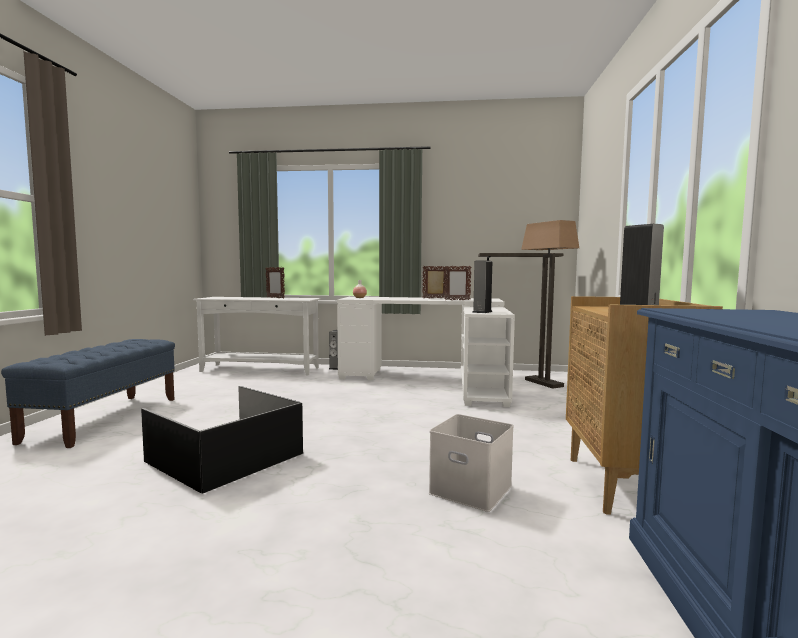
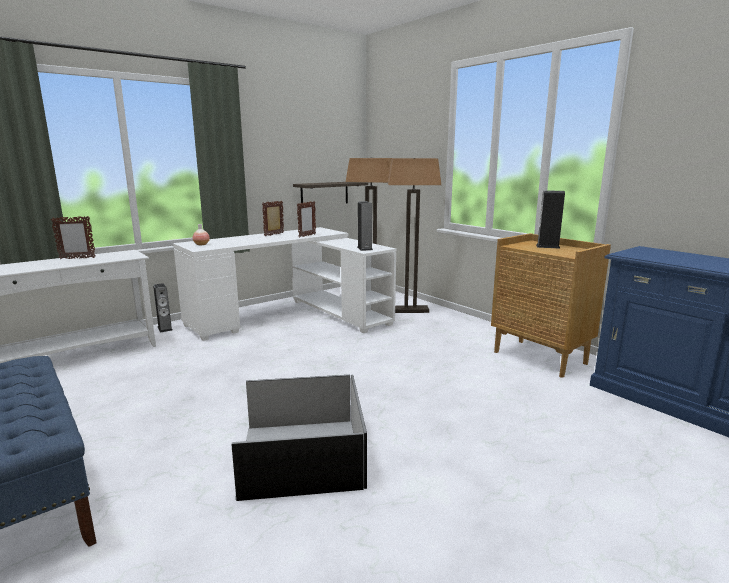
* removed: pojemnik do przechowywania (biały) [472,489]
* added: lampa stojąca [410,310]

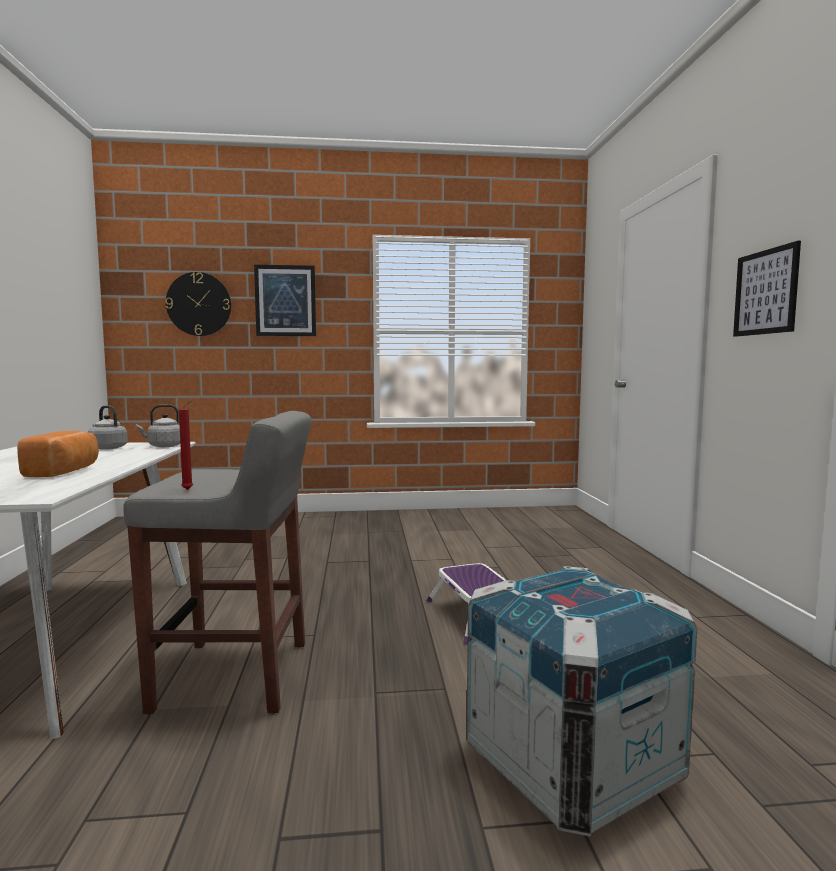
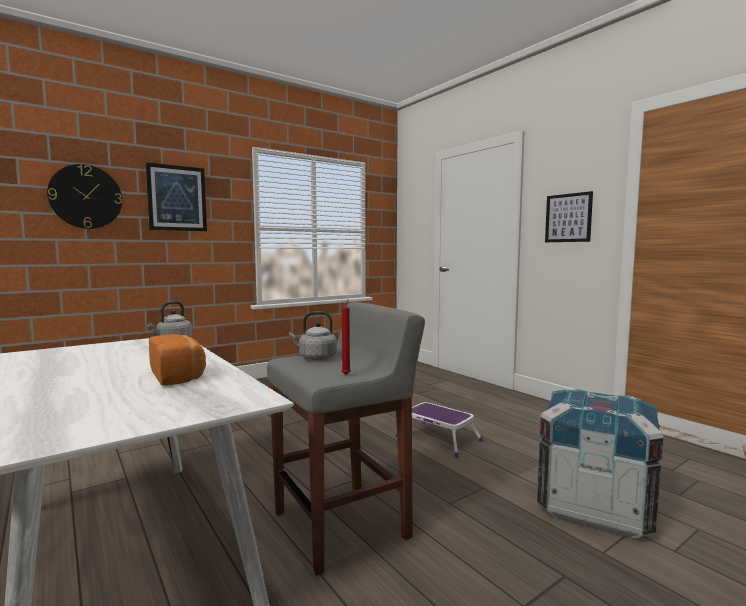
* moved: czajnik (szary) [107,448] to [315,358]

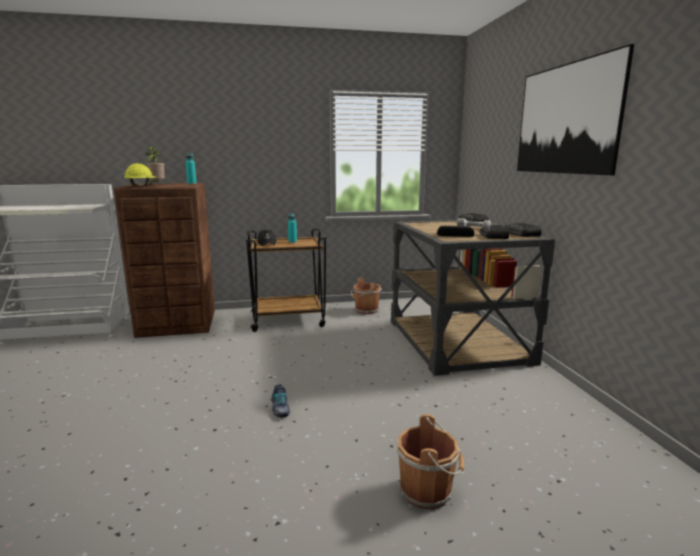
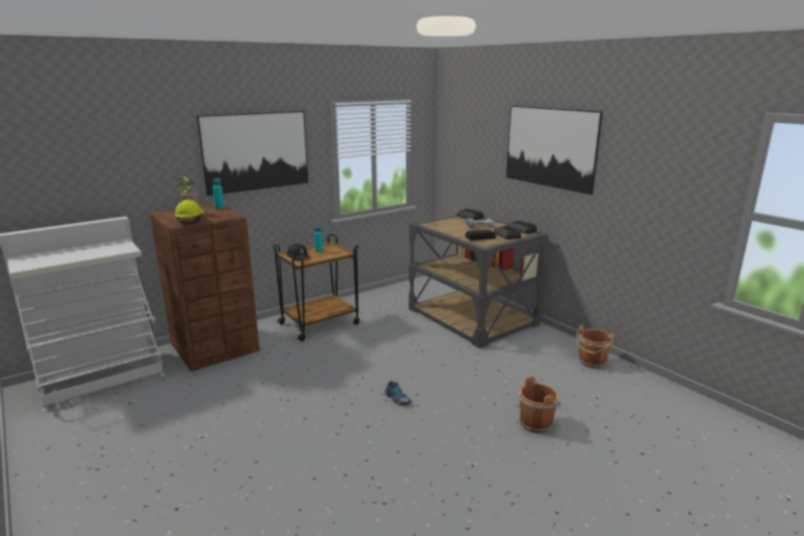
* moved: wiadro (brązowy) [365,310] to [592,362]
* added: obraz [256,151]

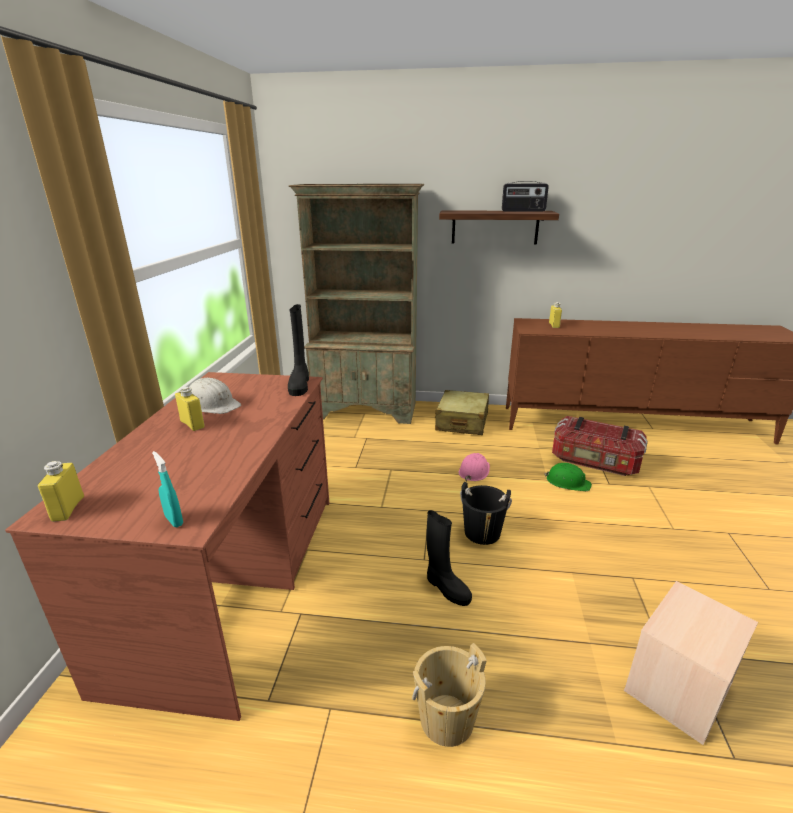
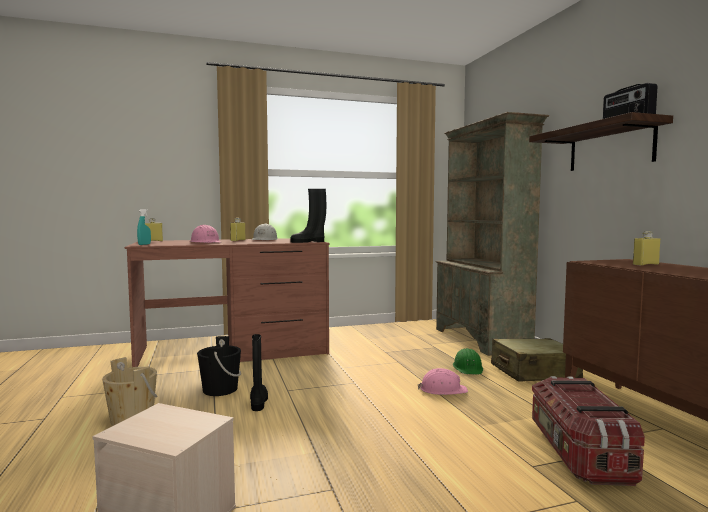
* turned: but z cholewką (czarny) [446,588] = [258,402] 150 degrees clockwise
* moved: wiadro (czarny) [482,533] to [220,389]
* moved: kask (zielony) [567,482] to [468,368]
* added: kask (różowy) [206,242]

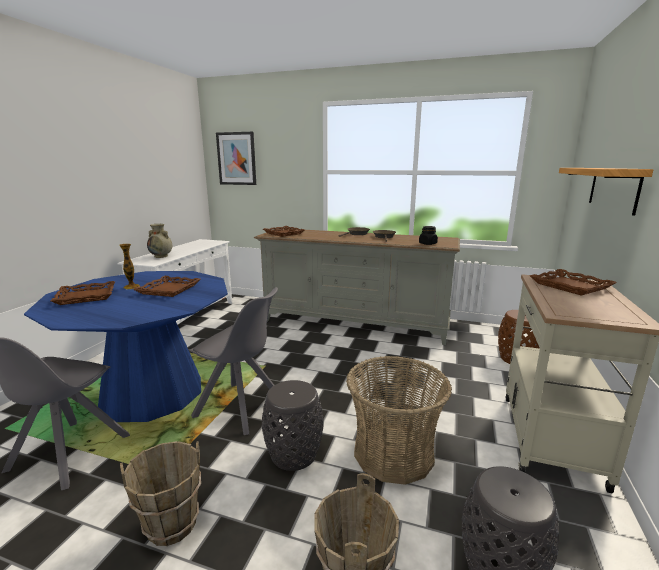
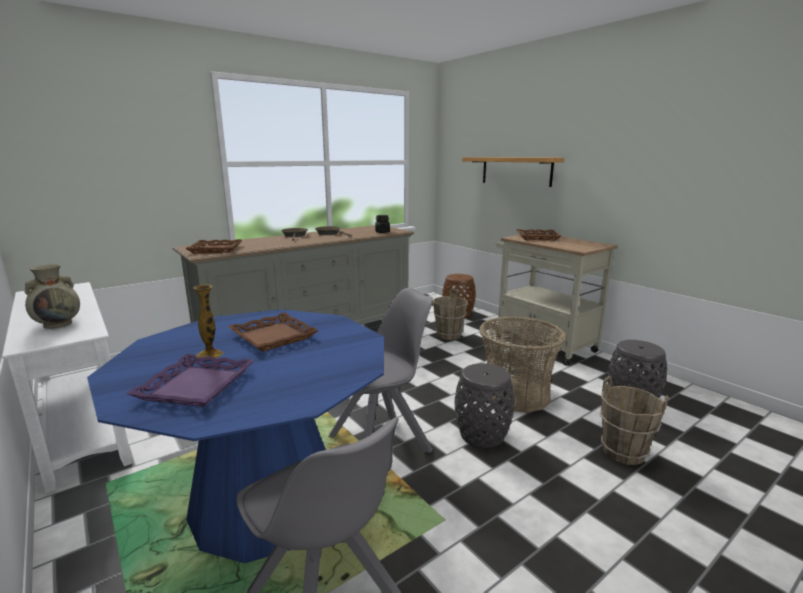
* recoloured: taca (brązowy) [86,296] to taca (fioletowy) [195,386]
* moved: wiadro (brązowy) [171,523] to [448,335]
* removed: obraz [236,158]

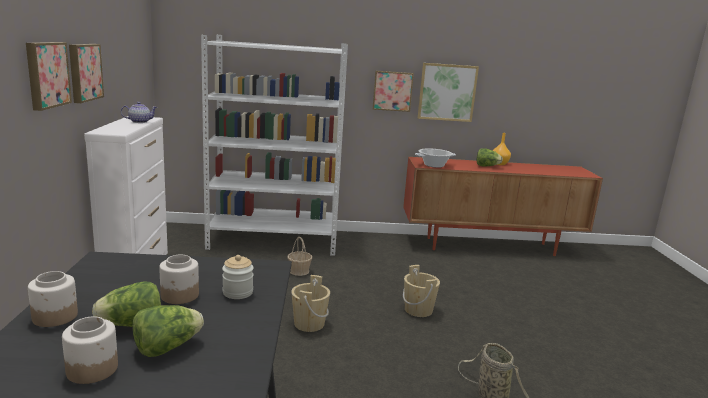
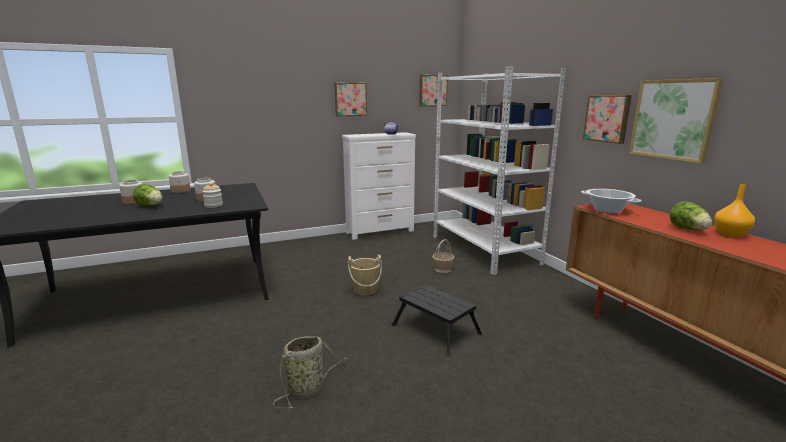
* moved: obraz [46,74] to [432,90]
* removed: sałata [131,325]
* replaced: wiadro (beżowy) [418,310] to drabinka (czarny) [436,329]

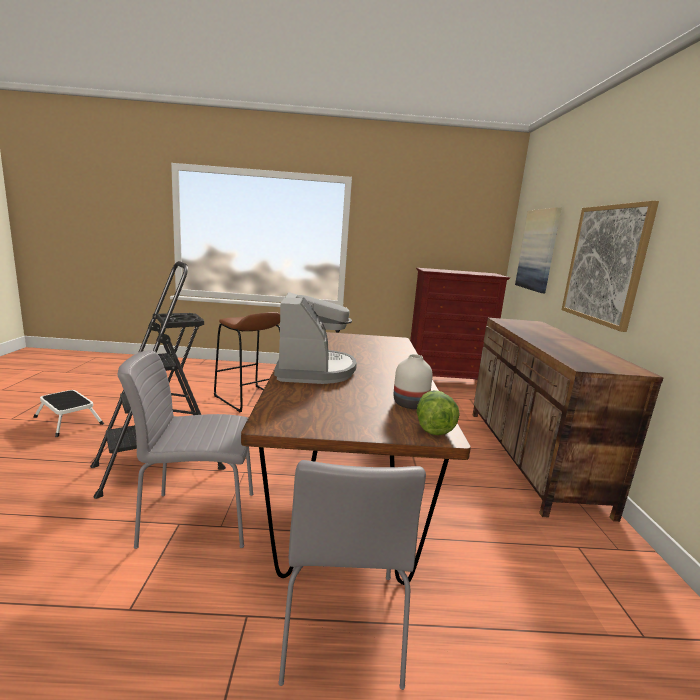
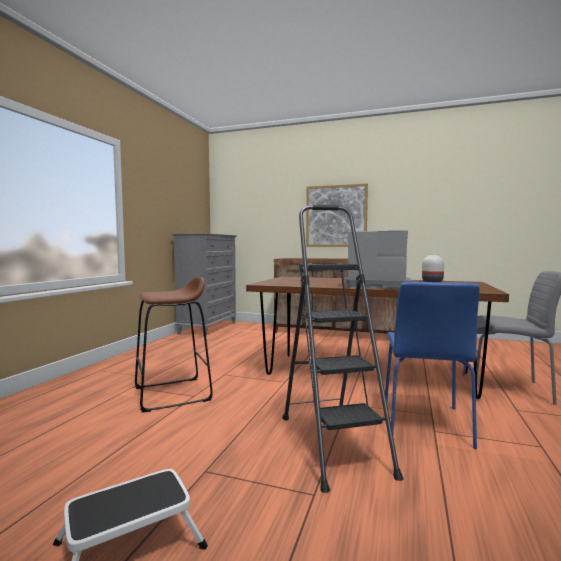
* recoloured: krzesło (szary) [194,519] to krzesło (niebieski) [425,424]
* recoloured: komoda (czerwony) [446,382] to komoda (szary) [208,328]
* removed: sałata [433,427]
* removed: obraz [538,250]

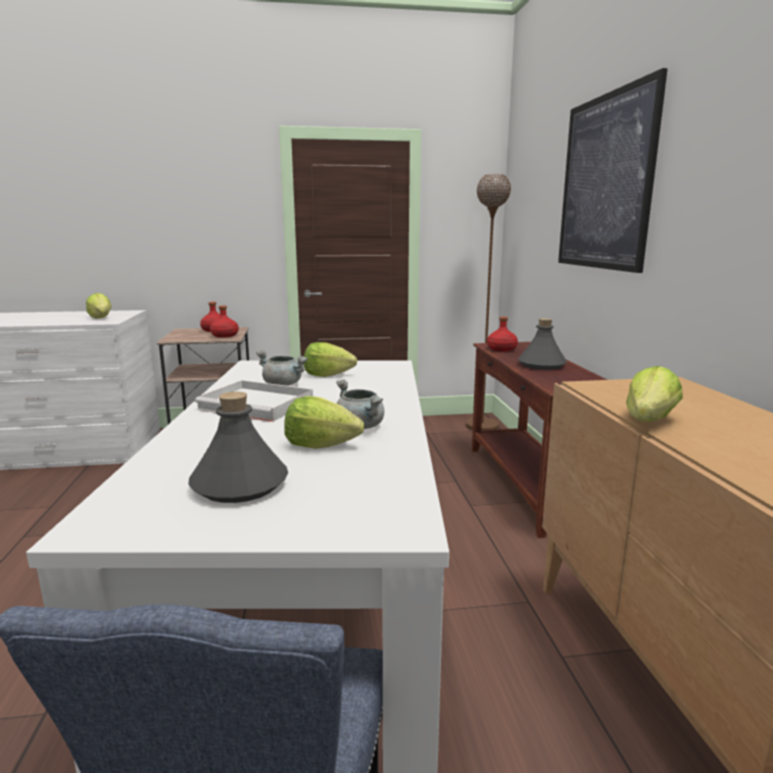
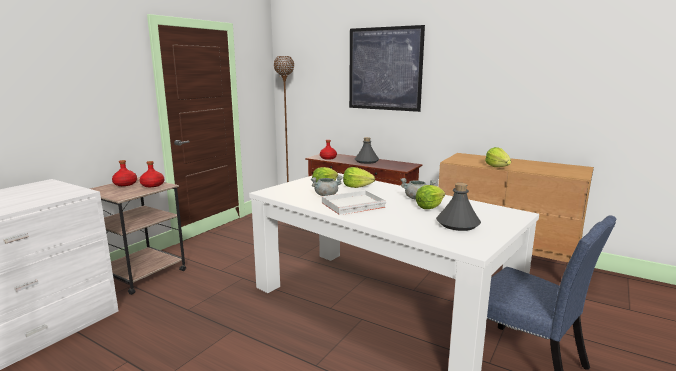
* moved: sałata [101,318] to [357,186]

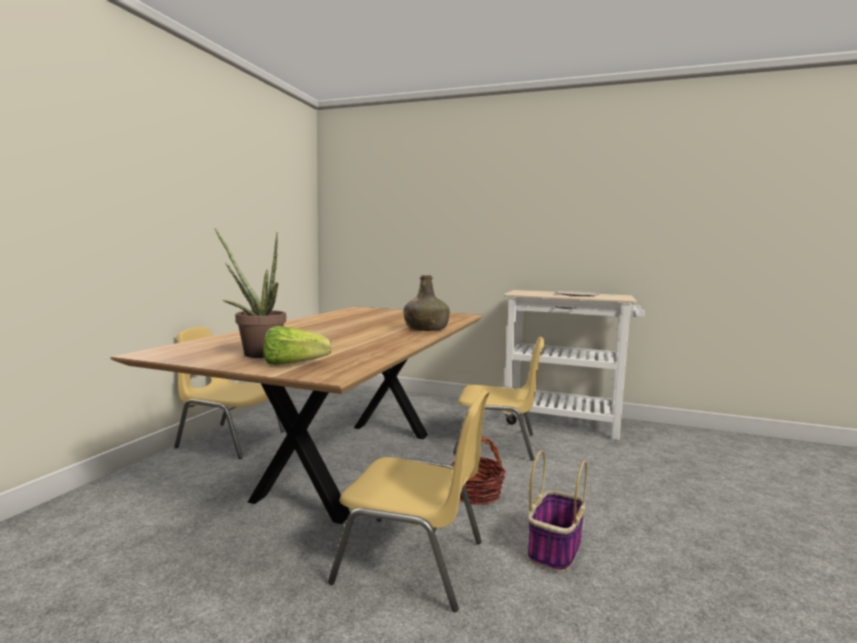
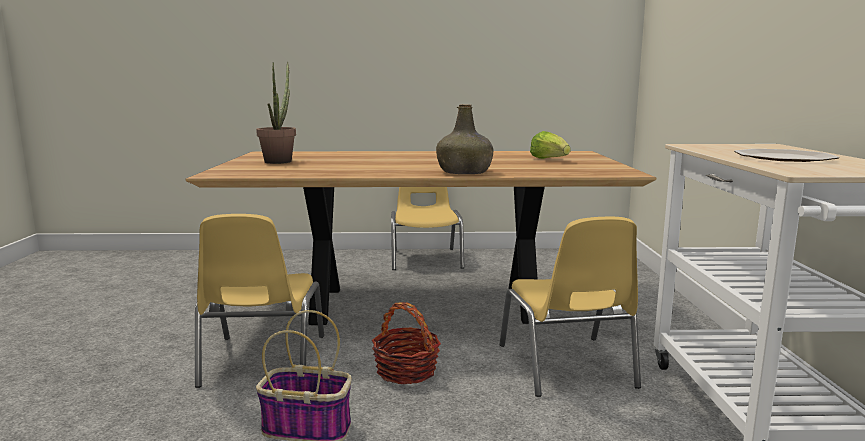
* moved: sałata [293,364] to [549,159]

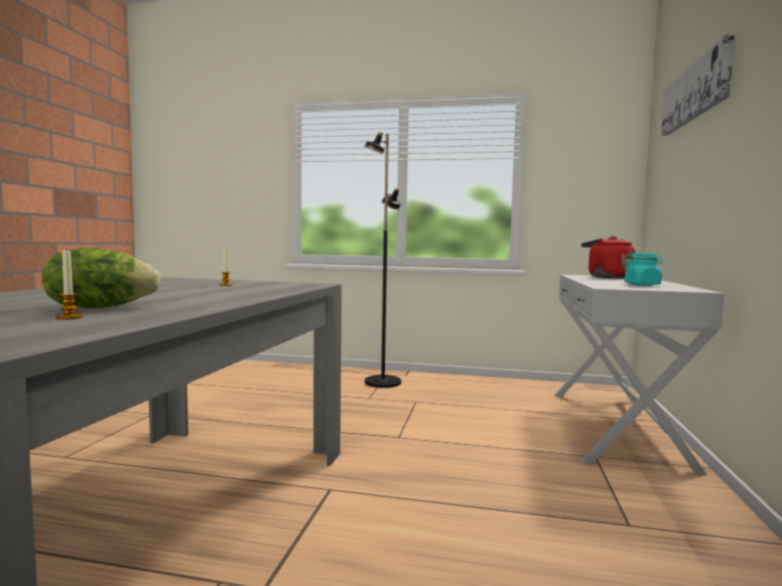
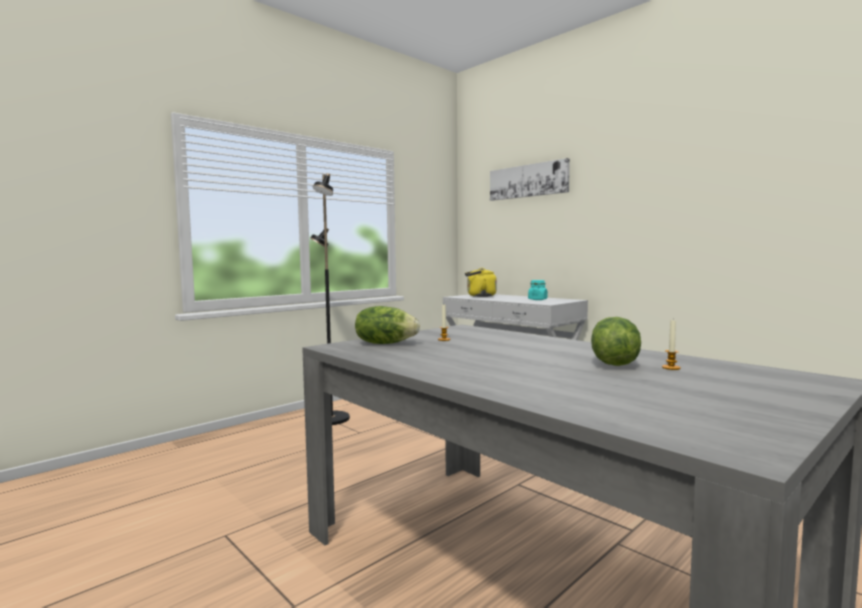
* recoloured: czajnik (czerwony) [606,277] to czajnik (żółty) [479,296]
* added: sałata [385,343]

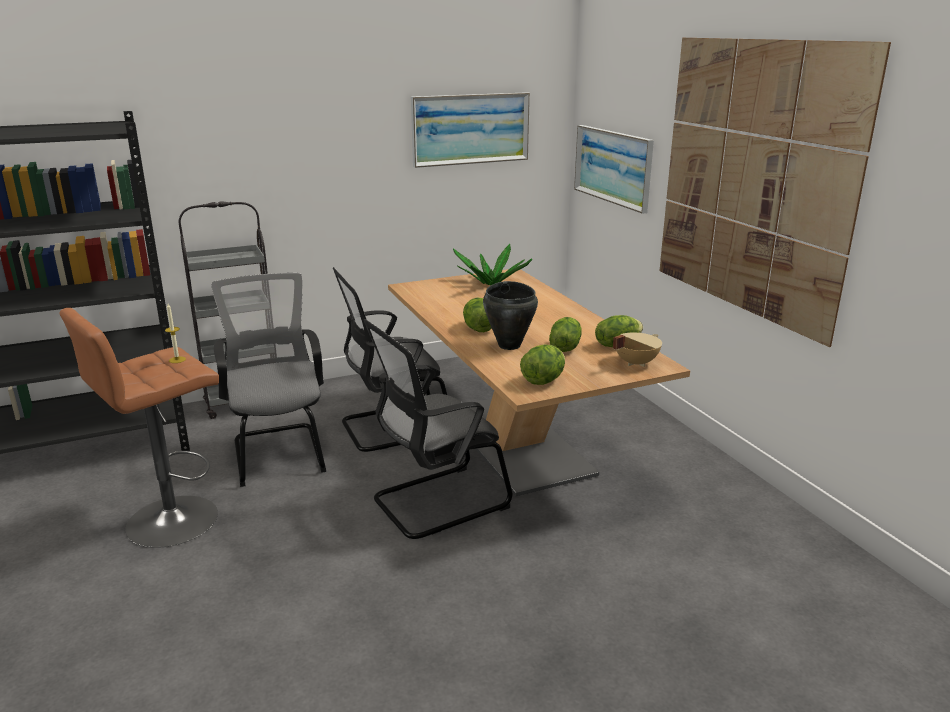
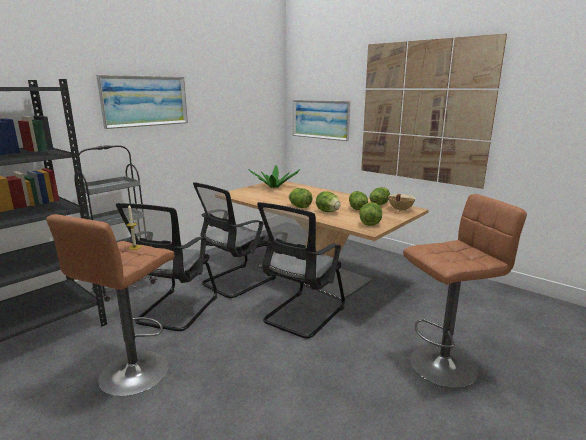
* turned: krzesło [279,452] = [175,311] 120 degrees counterclockwise
* moved: obraz [470,129] to [145,101]
* replaced: garnek (czarny) [509,345] to sałata [328,211]
* added: stołek (brązowy) [444,365]

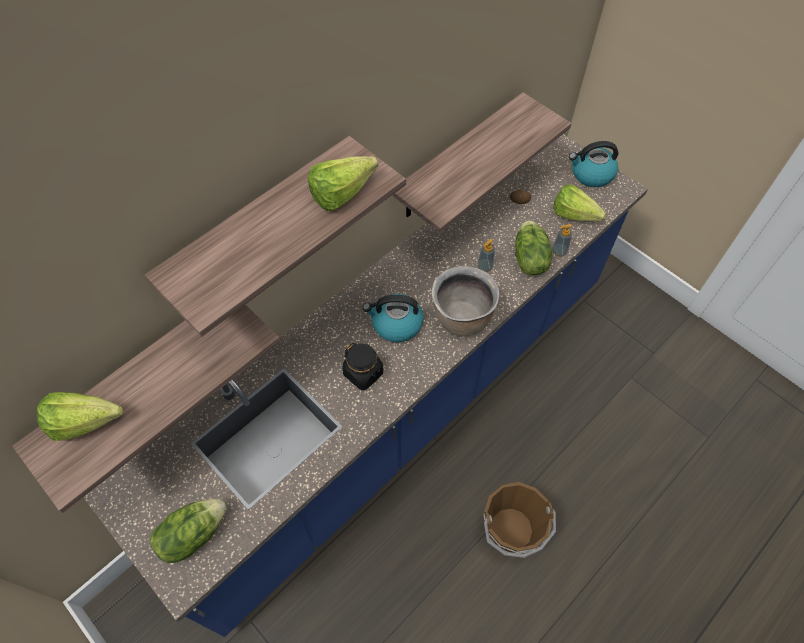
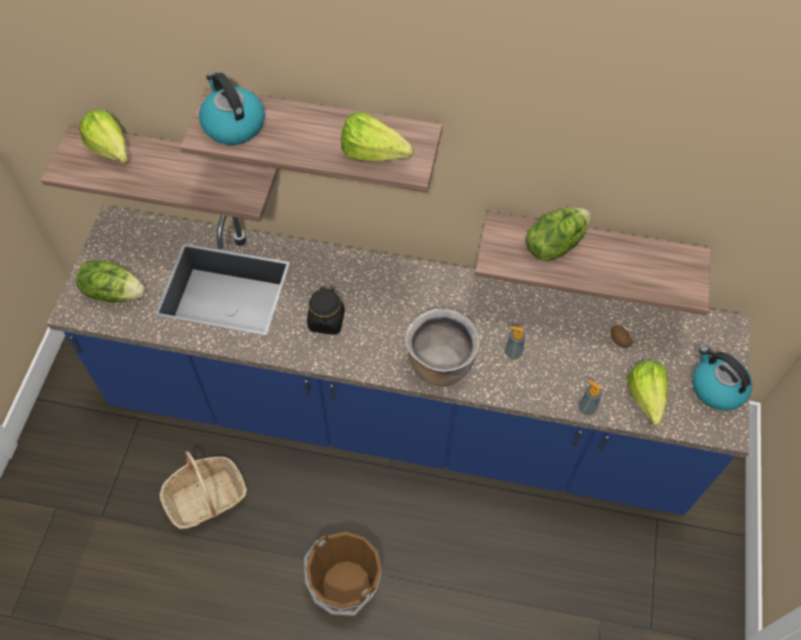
* moved: czajnik [396,324] to [233,125]
* moved: sałata [528,259] to [554,244]
* added: koszyk [206,498]

